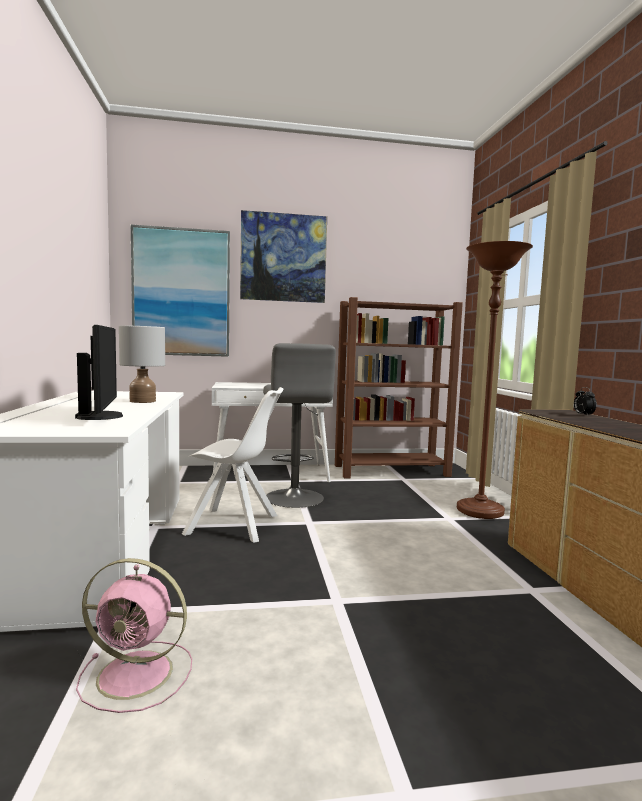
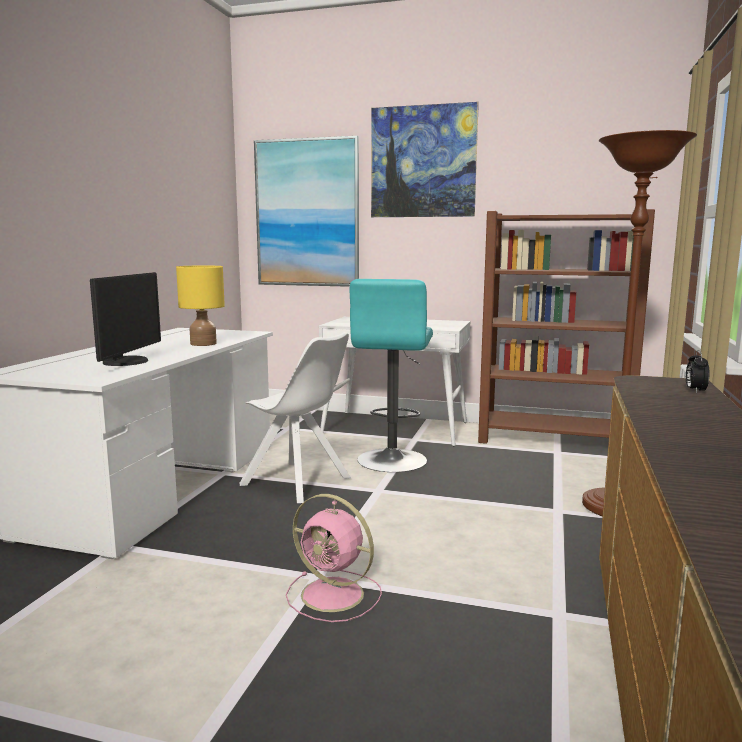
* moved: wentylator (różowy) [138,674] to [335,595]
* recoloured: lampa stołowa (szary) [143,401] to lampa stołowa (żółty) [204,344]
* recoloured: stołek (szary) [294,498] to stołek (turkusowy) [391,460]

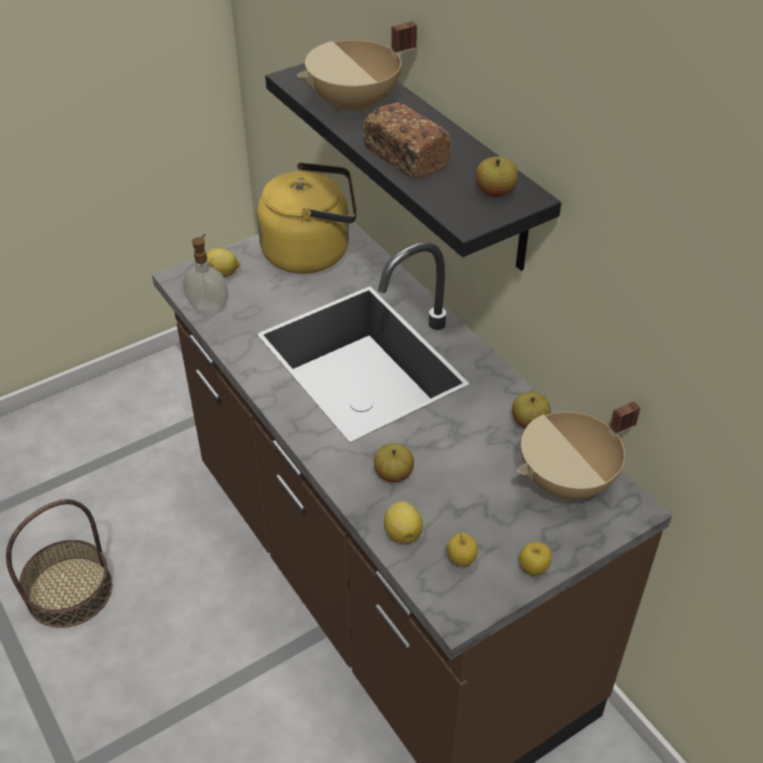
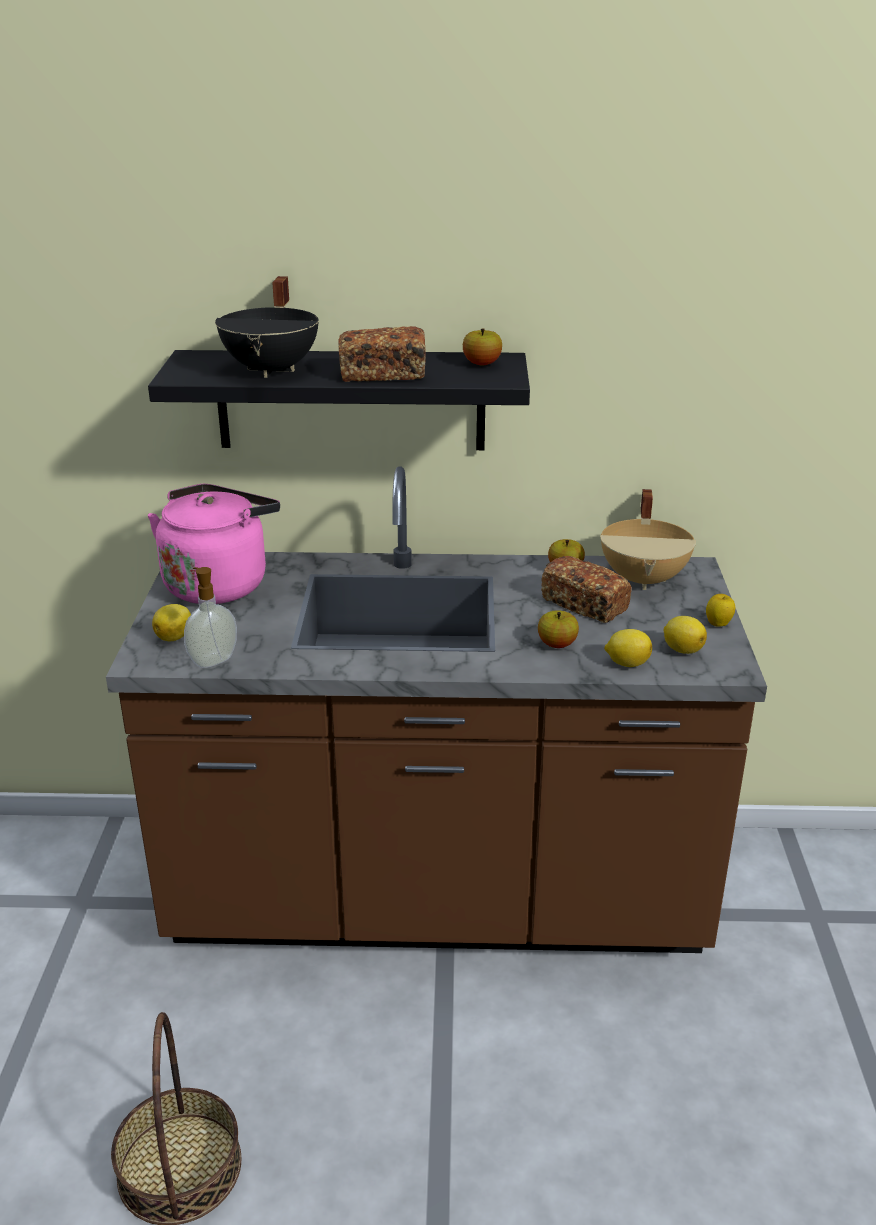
* recoloured: czajnik (żółty) [312,252] to czajnik (różowy) [219,583]
* recoloured: garnek (beżowy) [355,106] to garnek (czarny) [273,370]
* replaced: jabłko [461,561] to cytryna [682,649]
* added: chleb [585,605]

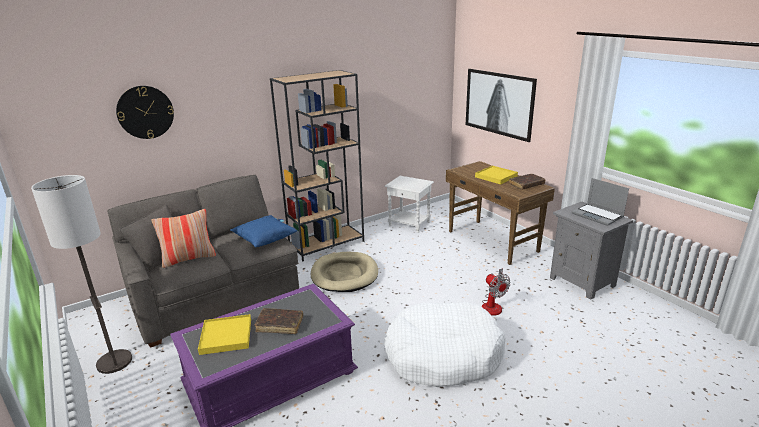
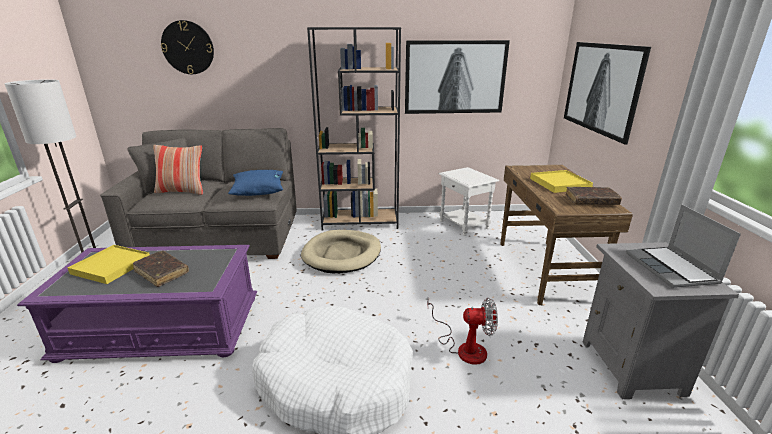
* turned: wentylator [493,305] = [464,347] 90 degrees counterclockwise
* added: obraz [455,77]

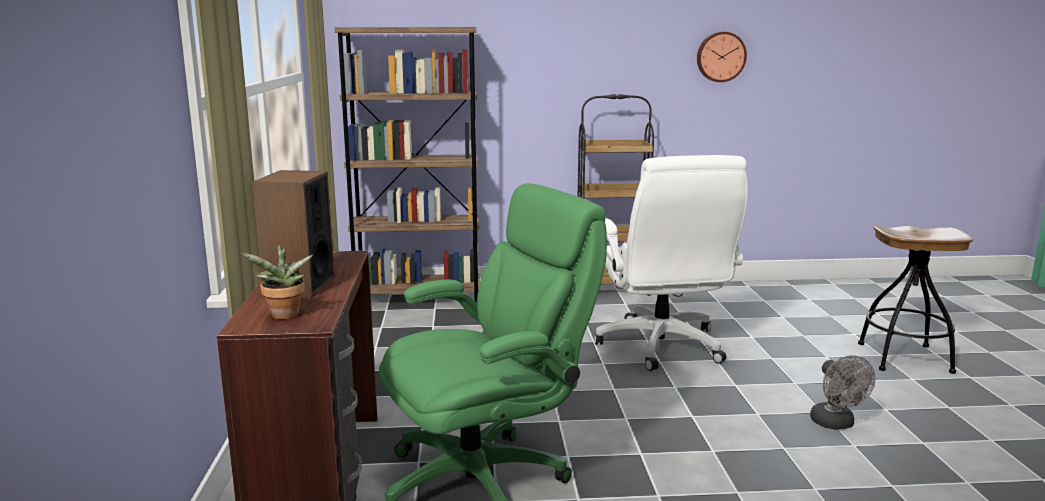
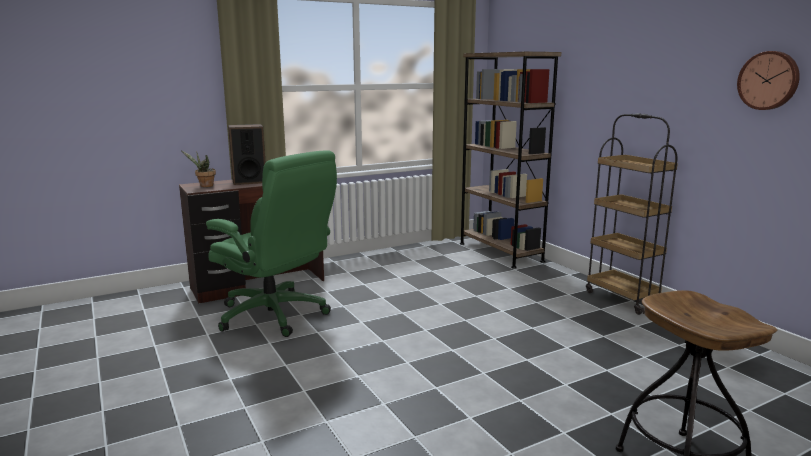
* removed: krzesło biurowe (biały) [663,348]
* removed: wentylator (szary) [836,424]

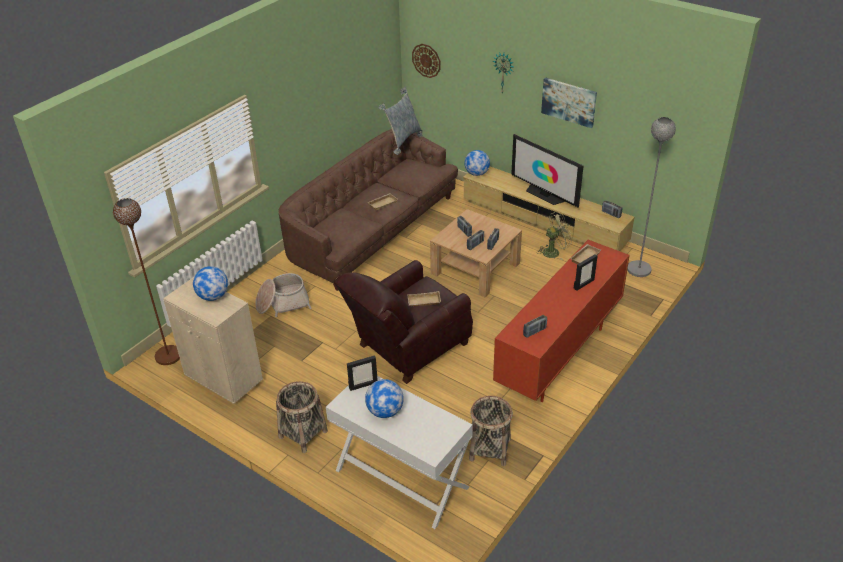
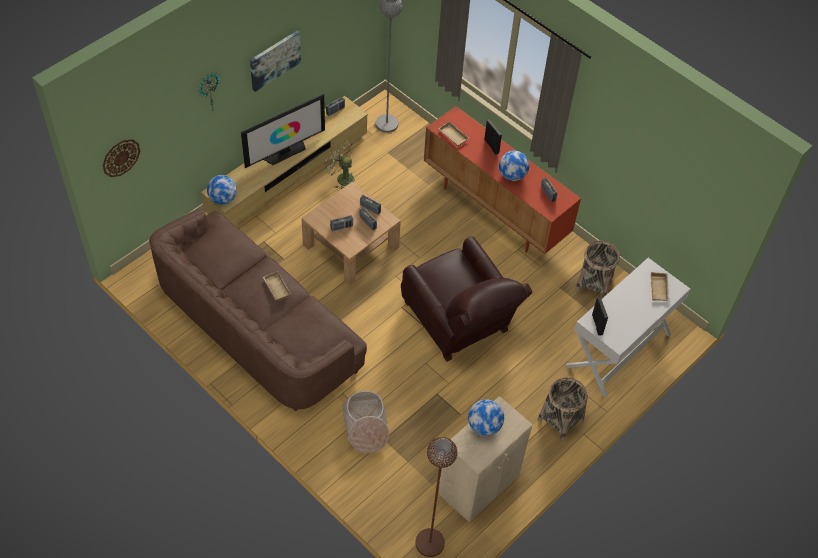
* moved: globus [385,411] to [512,175]
* removed: poduszka [401,143]
* moved: taca (beżowy) [423,302] to [659,289]
* turned: wentylator (zielony) [554,252] = [341,178] 45 degrees counterclockwise

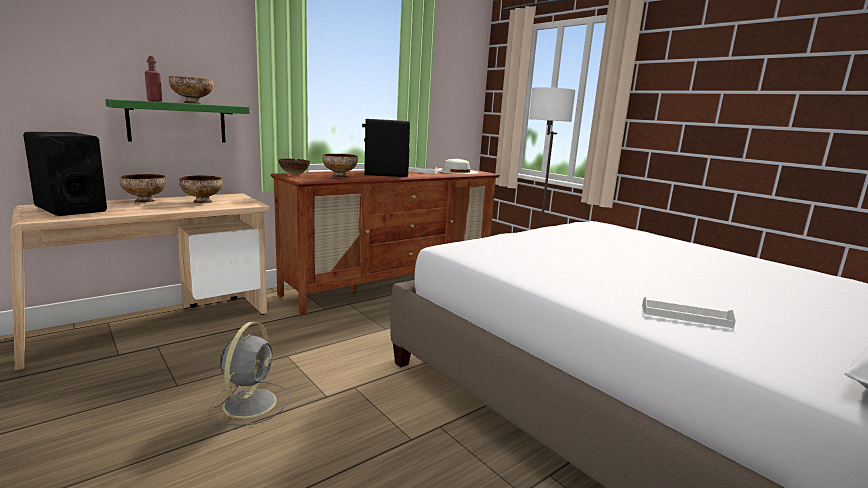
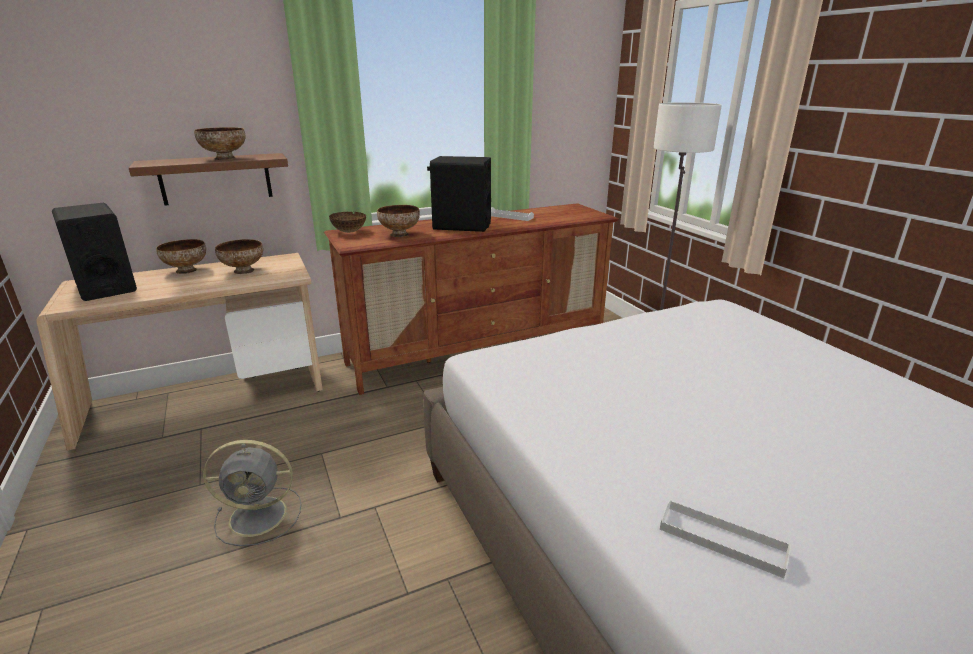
* recoloured: półka (zielony) [177,122] to półka (brązowy) [216,179]
* removed: butelka (czerwony) [155,101]
* turned: wentylator (szary) [251,402] = [261,516] 60 degrees clockwise
* removed: kapelusz (biały) [456,171]

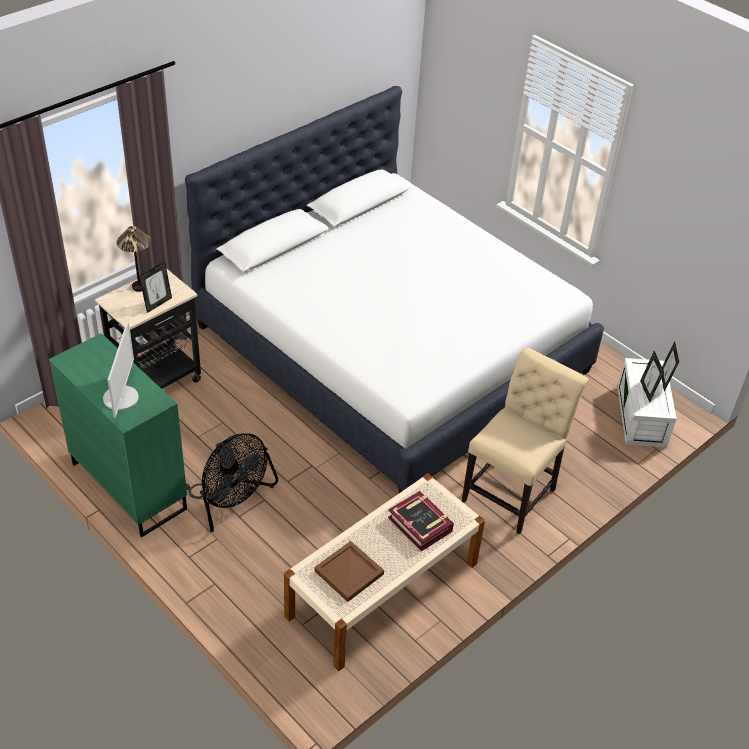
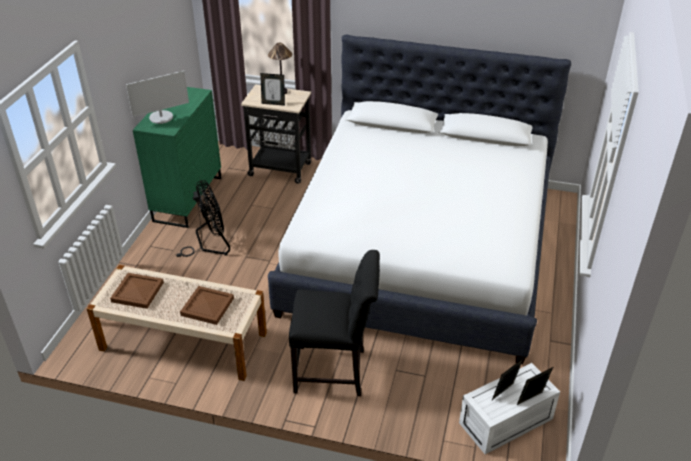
* turned: wentylator (czarny) [229,501] = [208,240] 120 degrees counterclockwise
* replaced: książka [420,524] to taca (brązowy) [208,307]
* recoloured: krzesło (beżowy) [513,492] to krzesło (czarny) [335,372]

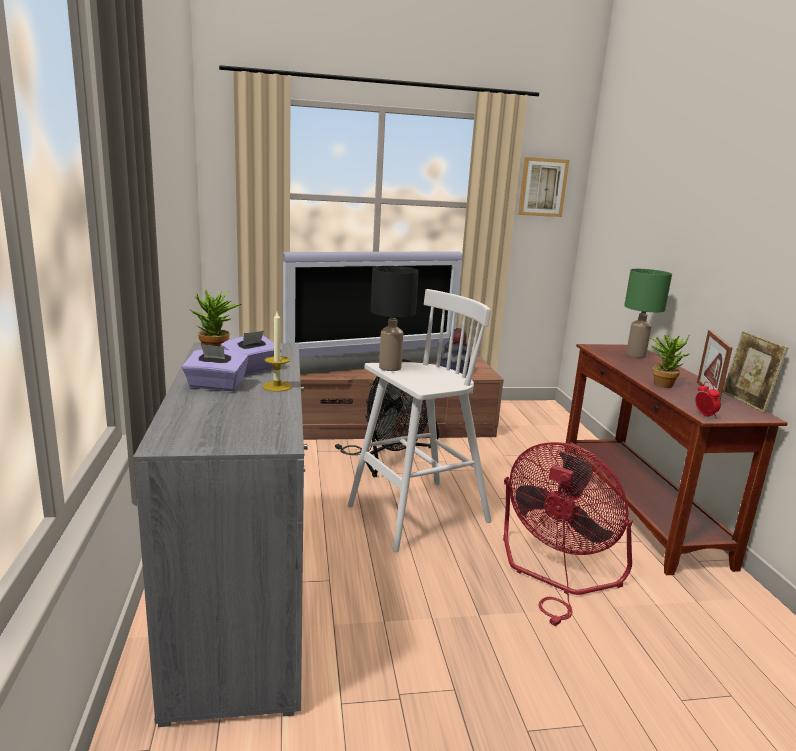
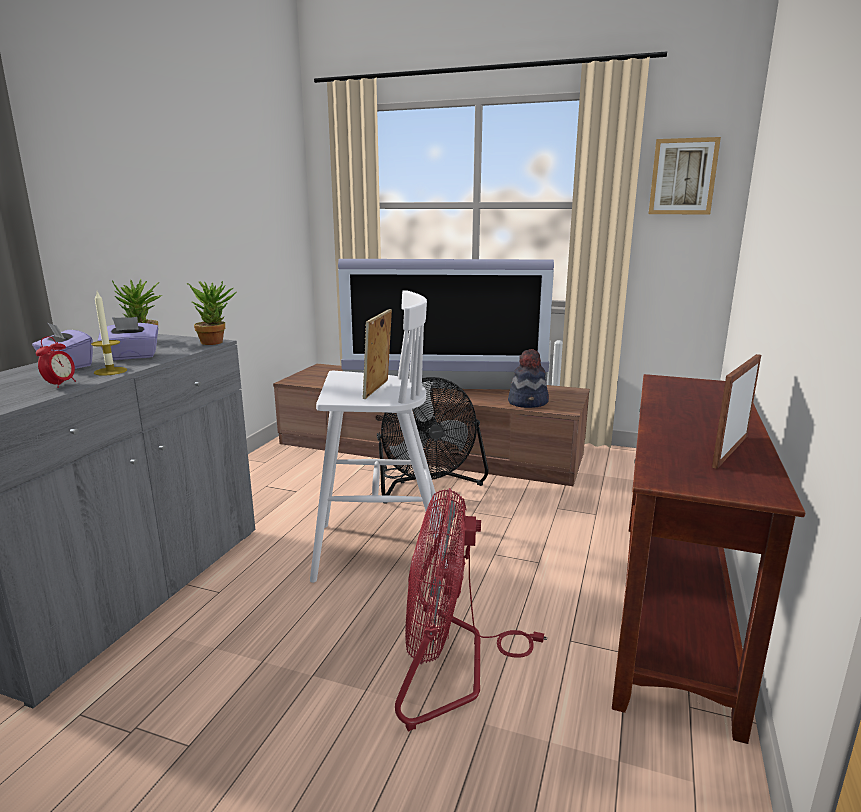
* removed: lampa stołowa (czarny) [389,367]
* turned: wentylator (czerwony) [554,575] = [453,659] 150 degrees counterclockwise
* removed: lampa stołowa (zielony) [635,355]
* moved: roślina doniczkowa [662,384] to [216,342]
* moved: budzik [704,416] to [60,385]
* moved: ramka na zdjęcie [745,403] to [378,390]

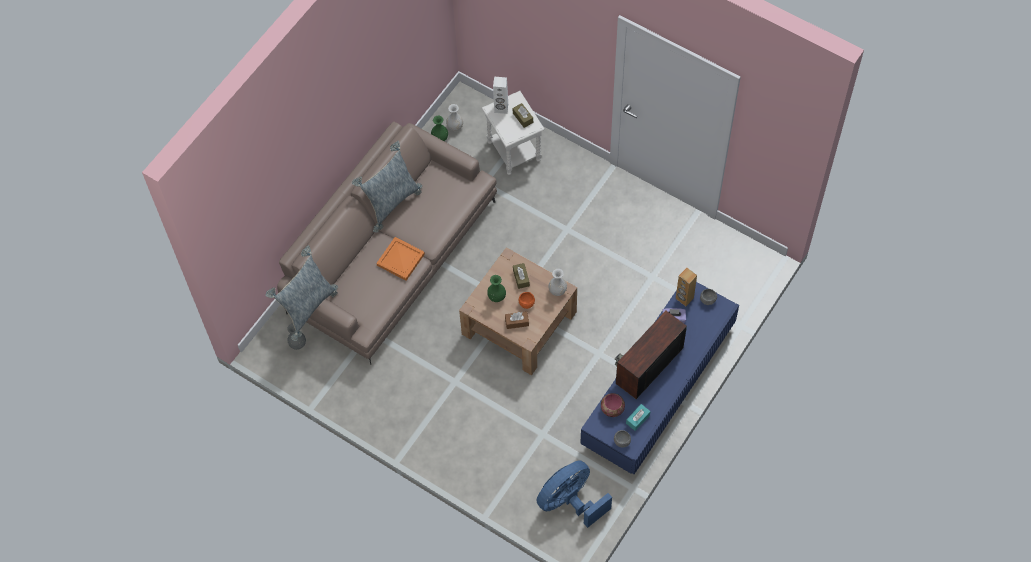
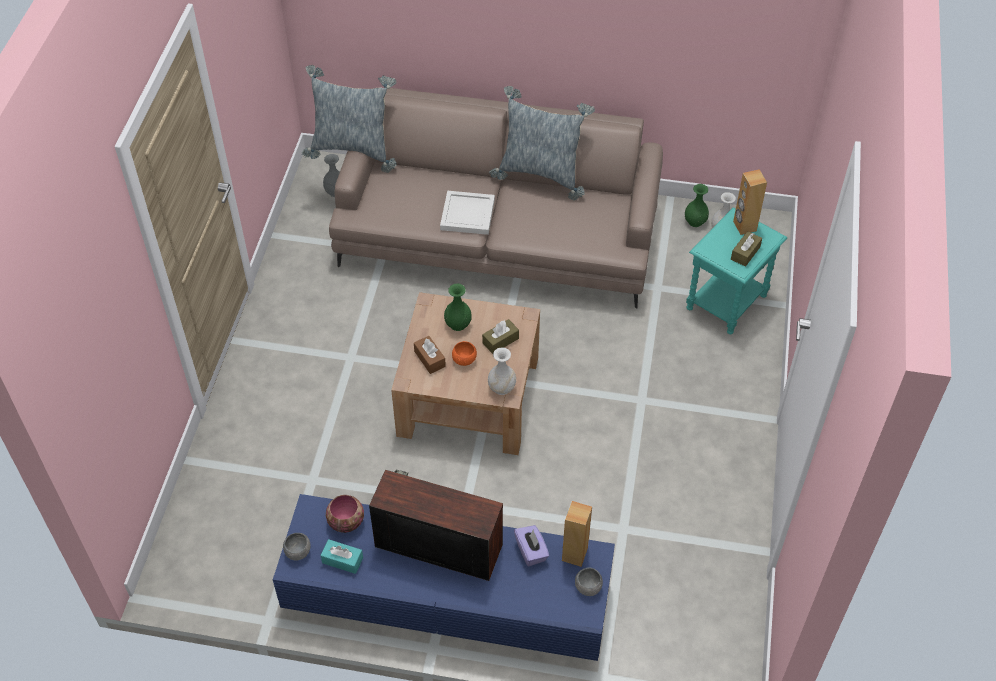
* recoloured: taca (pomarańczowy) [401,260] to taca (biały) [466,215]
* recoloured: stolik (biały) [513,151] to stolik (turkusowy) [725,300]
* recoloured: głośnik (biały) [501,108] to głośnik (brązowy) [744,226]
* removed: wentylator (niebieski) [570,502]

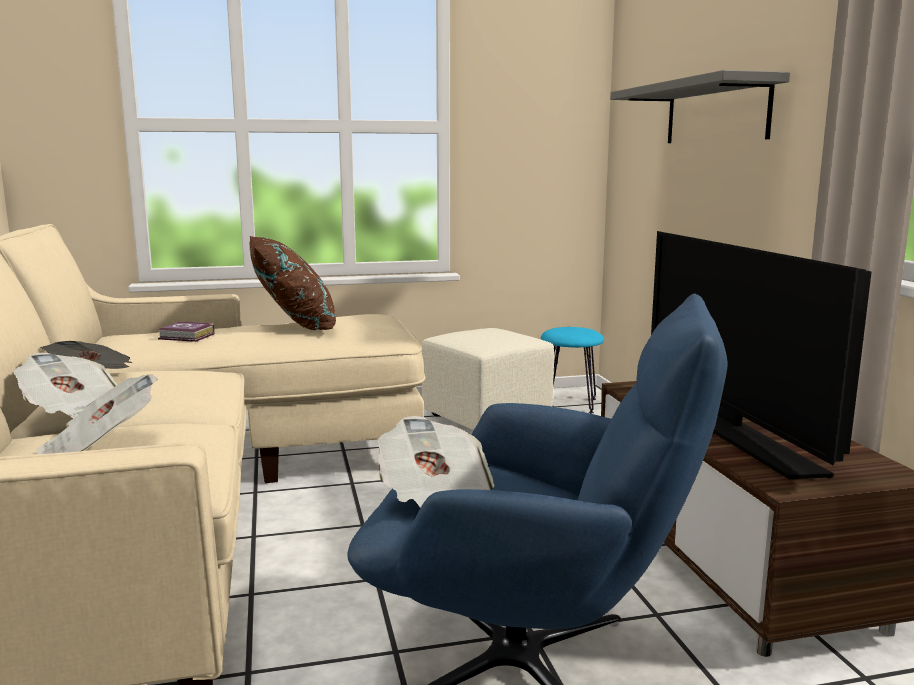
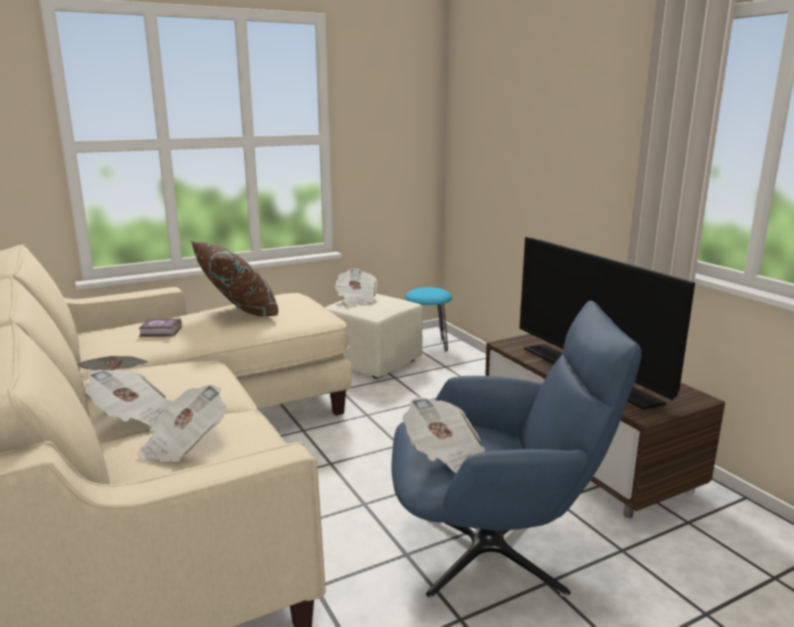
* removed: półka (szary) [715,112]
* added: gazeta [356,299]

